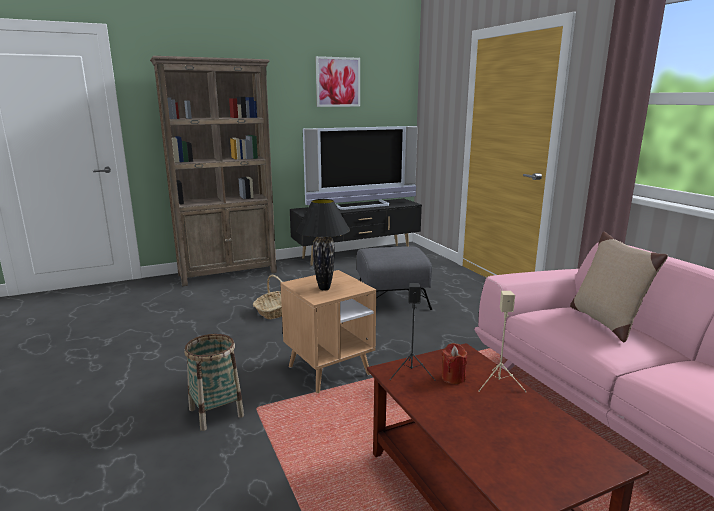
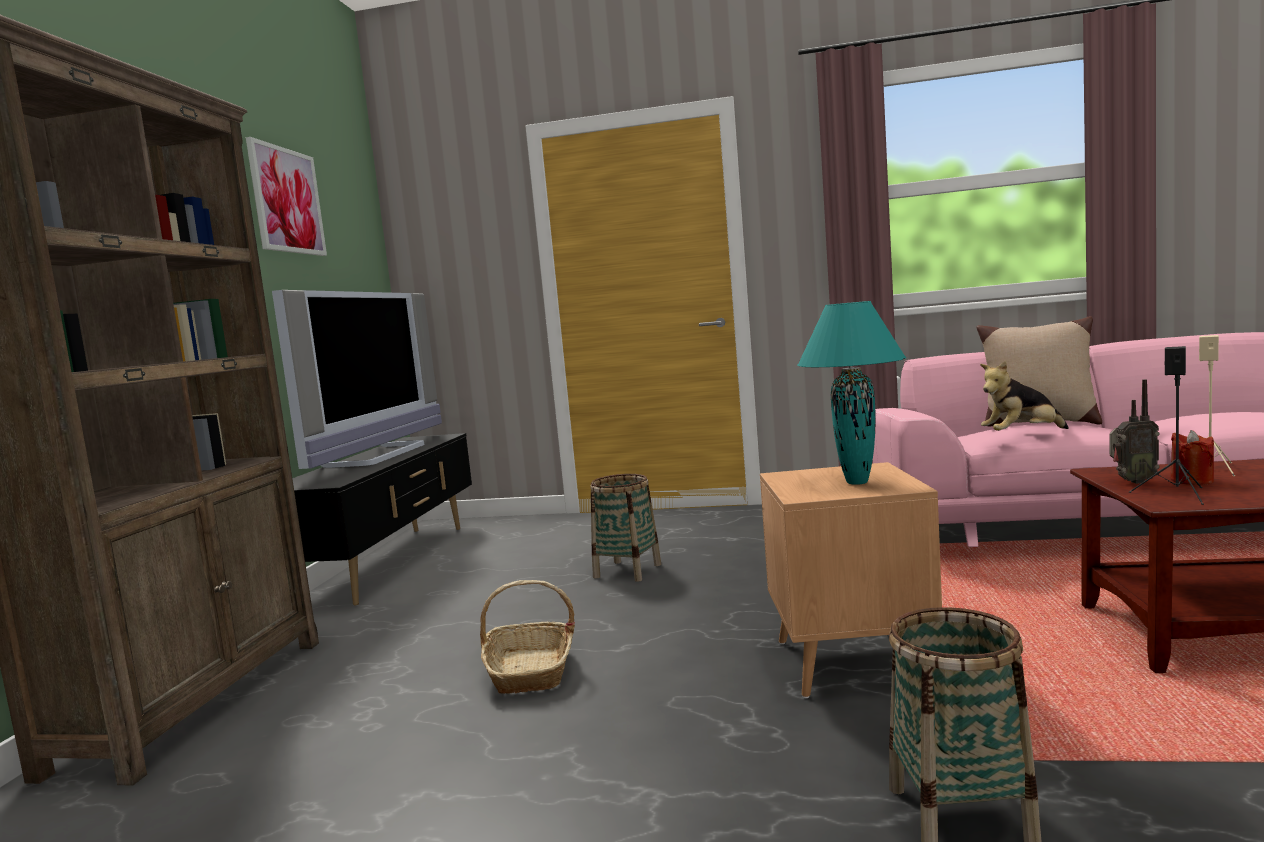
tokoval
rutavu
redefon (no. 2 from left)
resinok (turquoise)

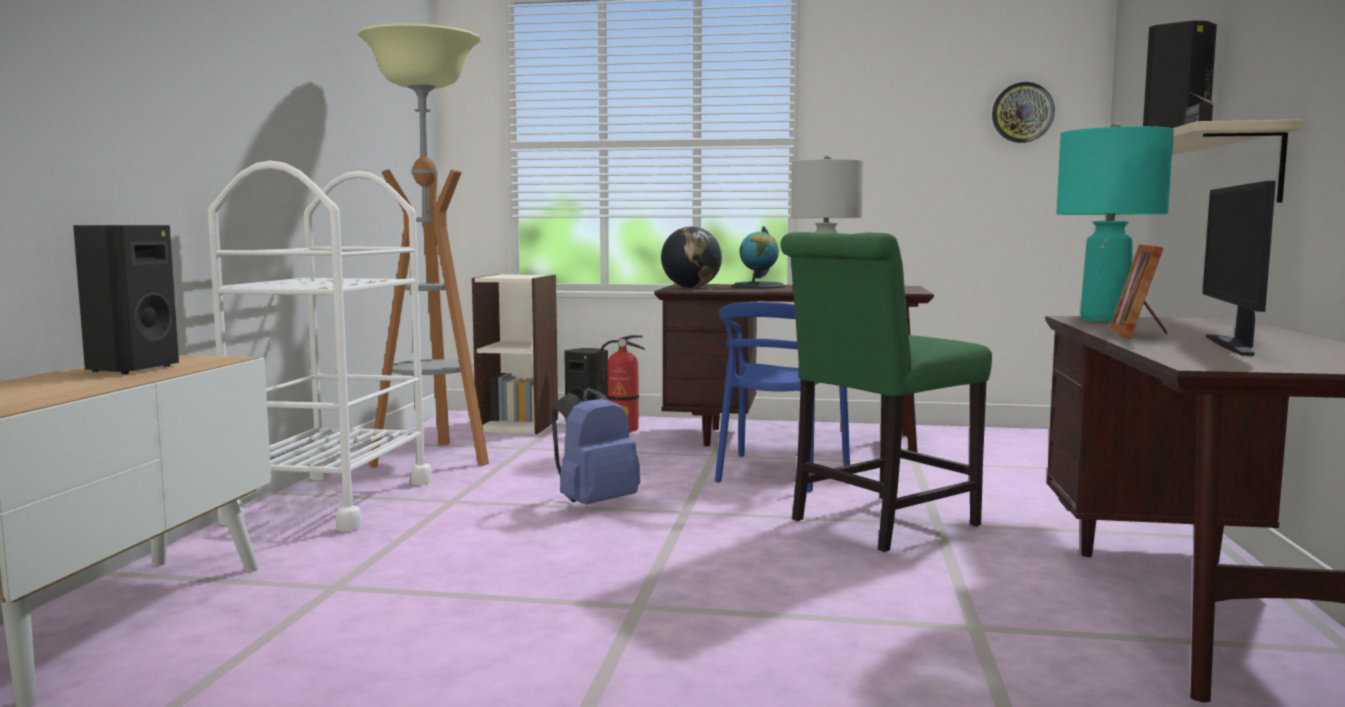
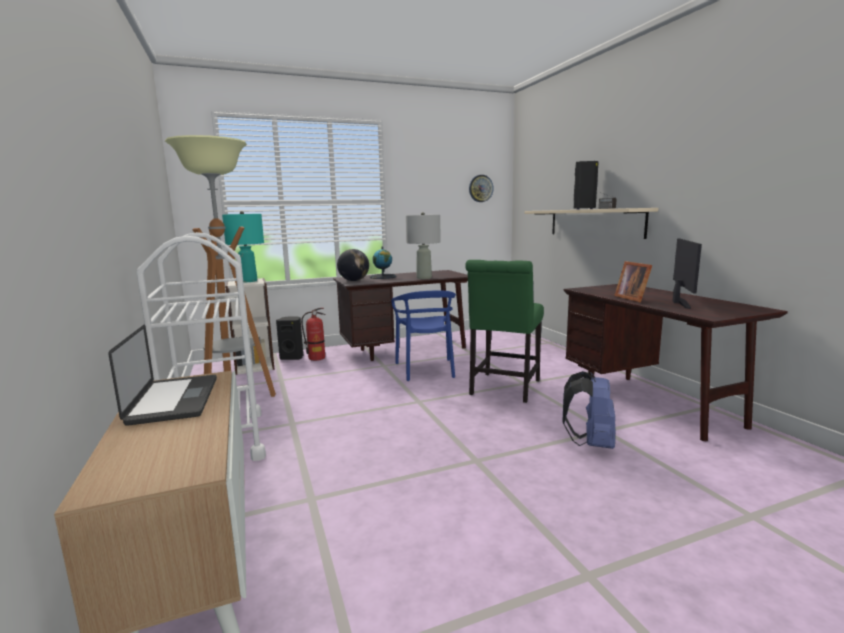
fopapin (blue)
resinok (turquoise)
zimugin
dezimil

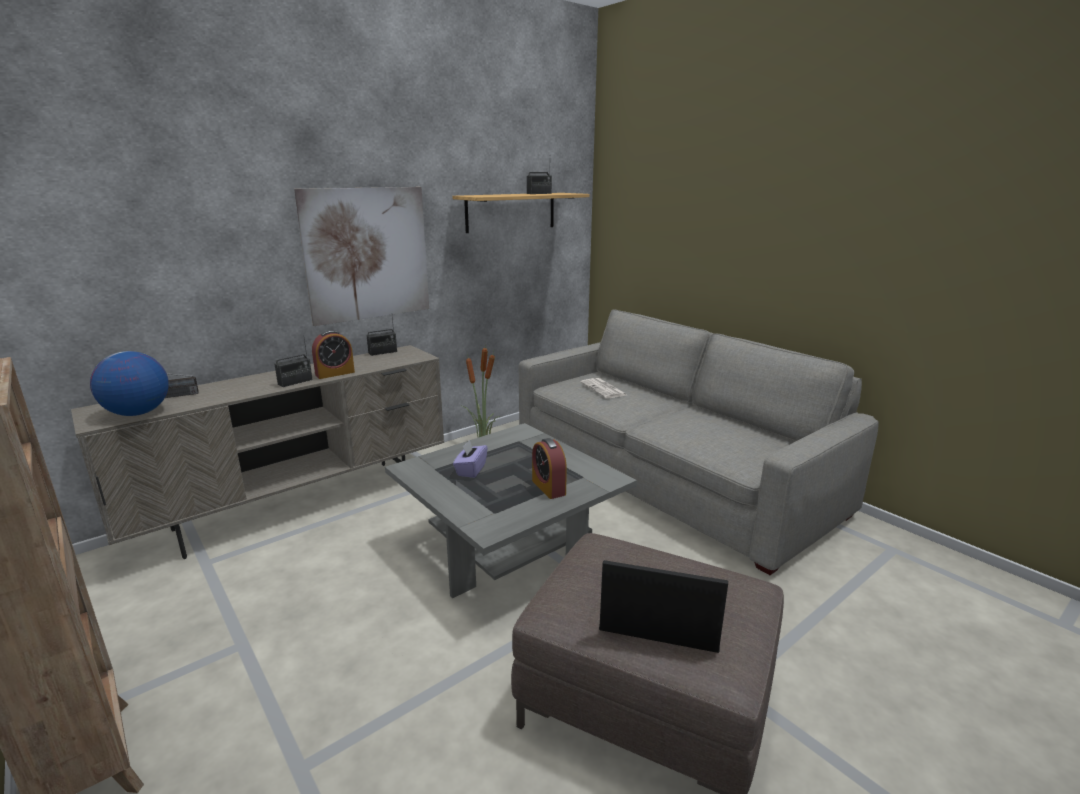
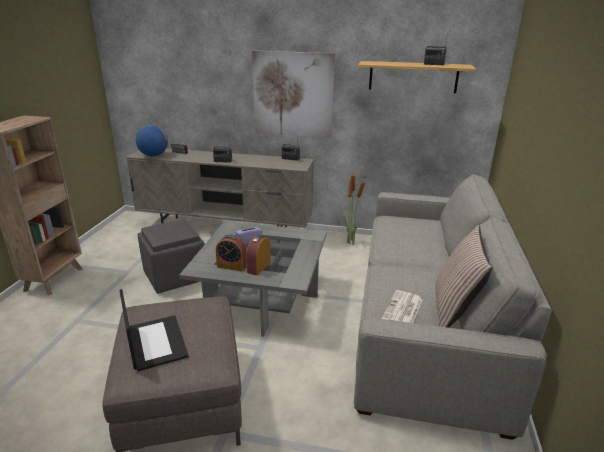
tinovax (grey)
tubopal
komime (no. 1 from left)
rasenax

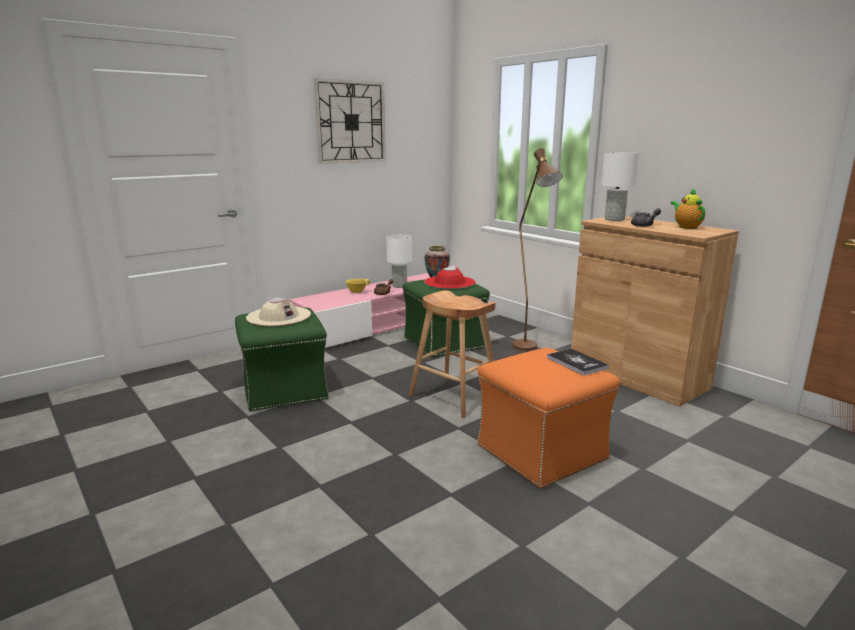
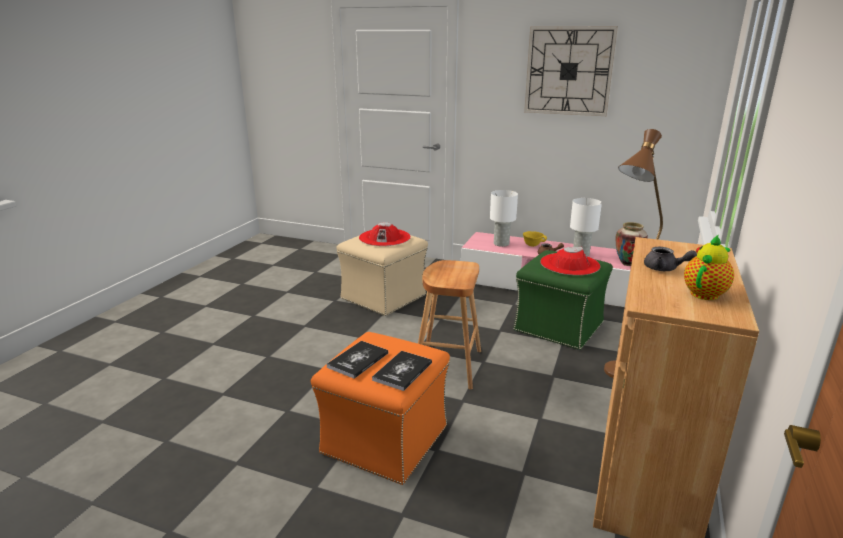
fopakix (no. 1 from left)
resinok (white) (no. 1 from left)
tinovax (beige)
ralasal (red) (no. 1 from left)

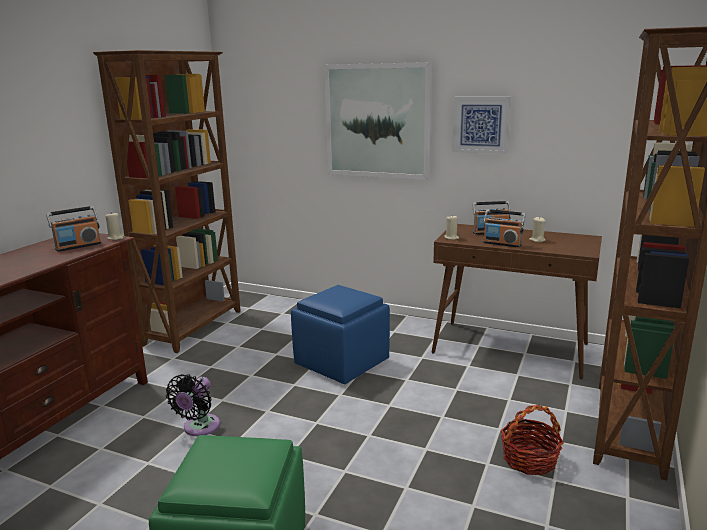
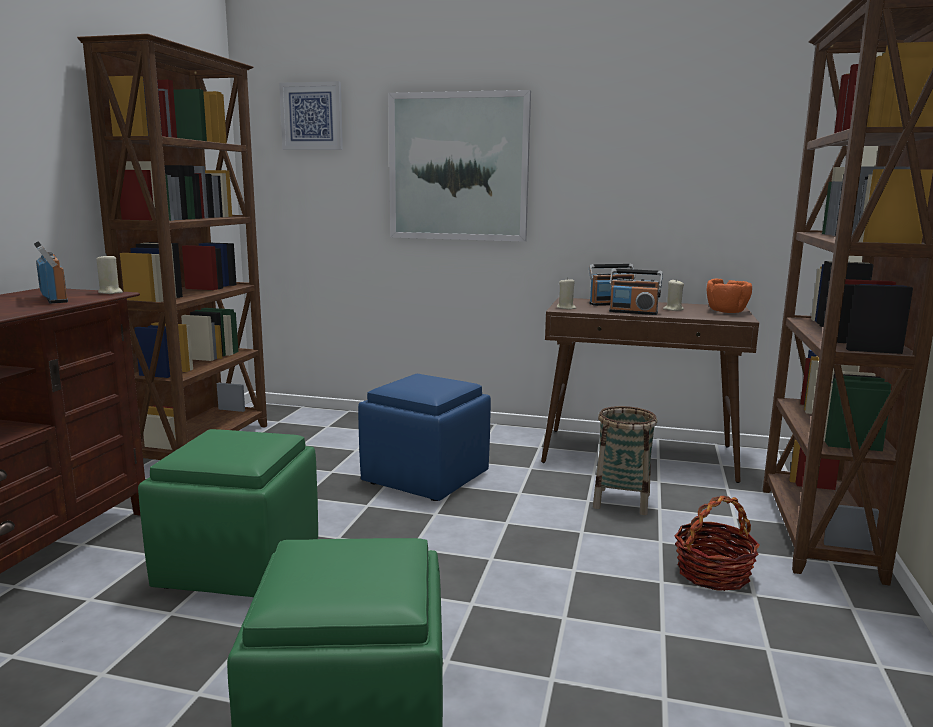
redefon (no. 1 from left)
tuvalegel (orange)
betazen (no. 1 from left)
tinovax (green) (no. 1 from left)
rutavu (no. 1 from left)

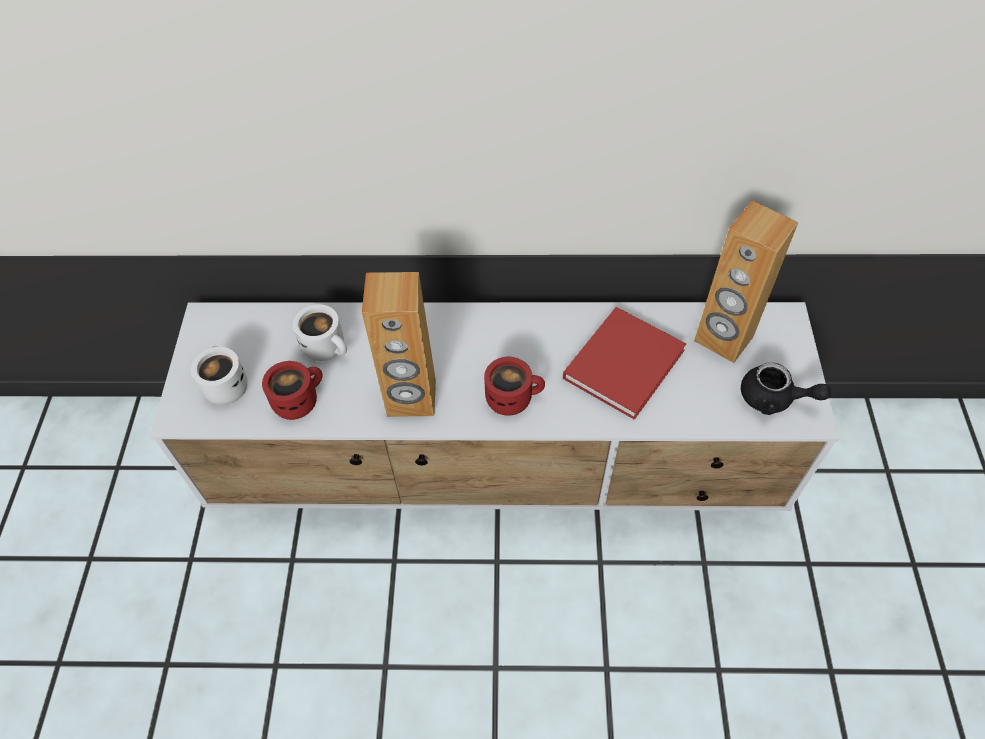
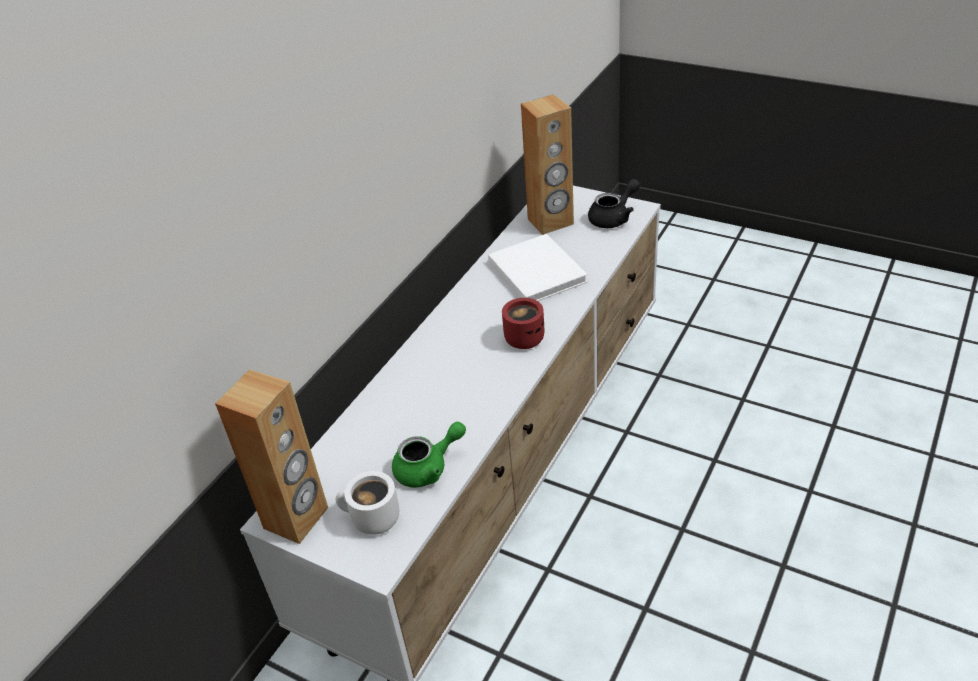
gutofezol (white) (no. 2 from left in the first image)
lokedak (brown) (no. 1 from left)
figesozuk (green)
fopakix (white)

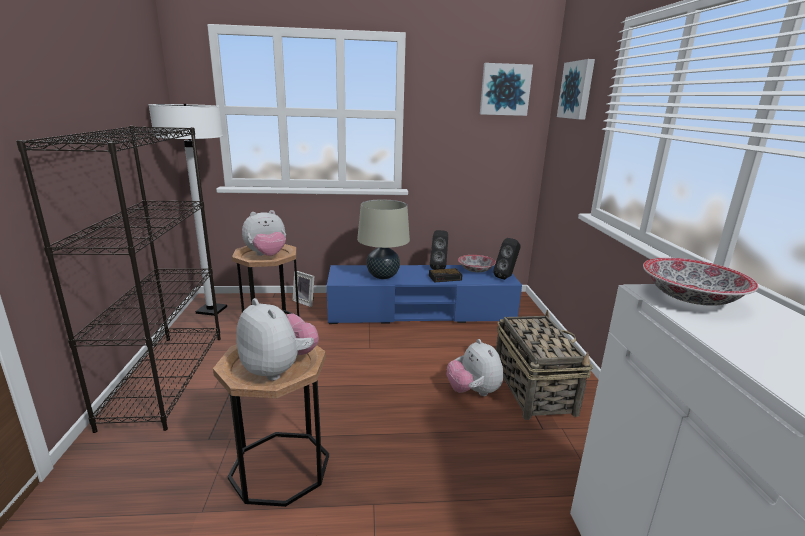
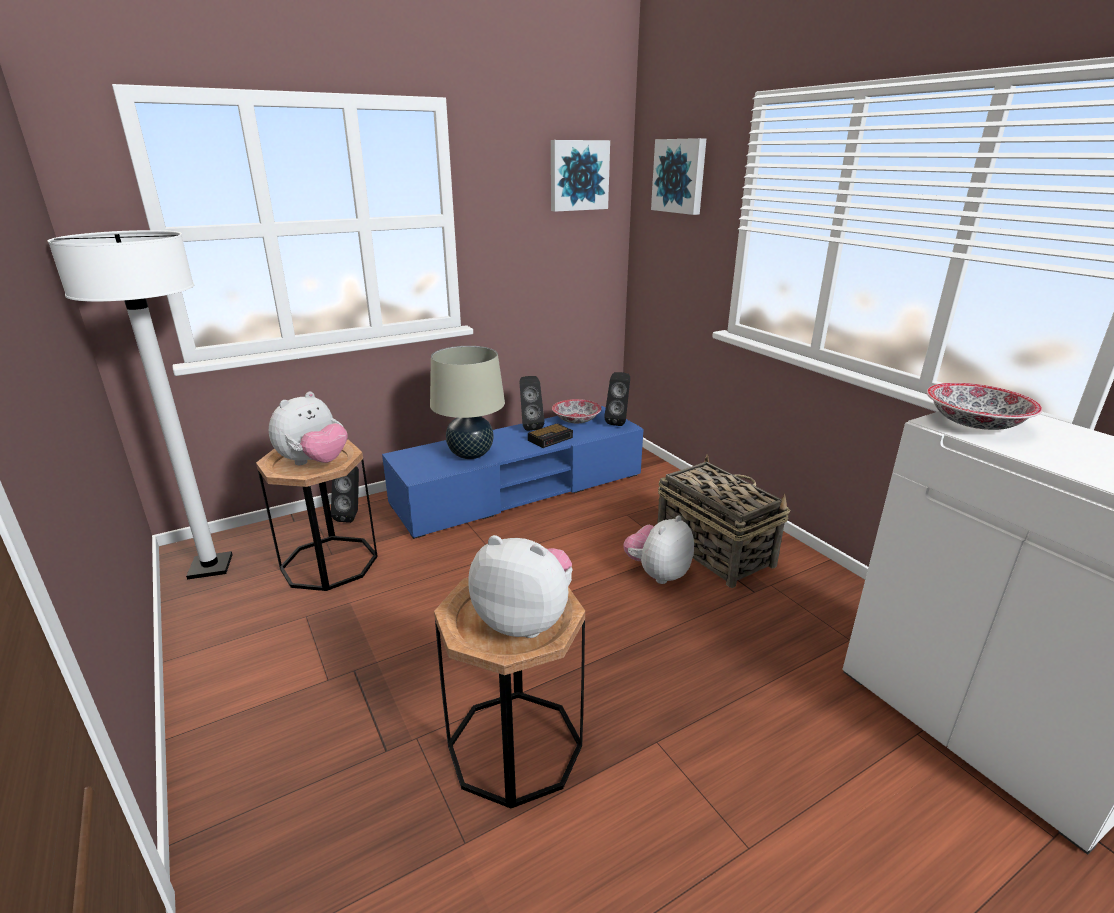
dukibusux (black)
lokedak (black) (no. 1 from left)
tokoval (no. 3 from left)

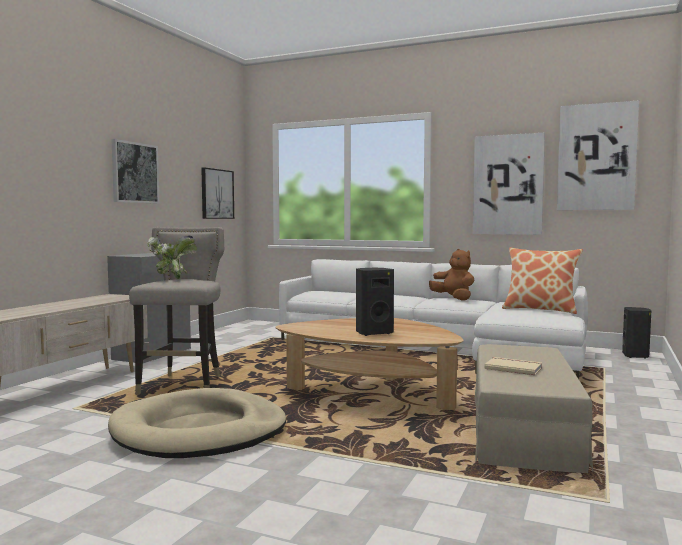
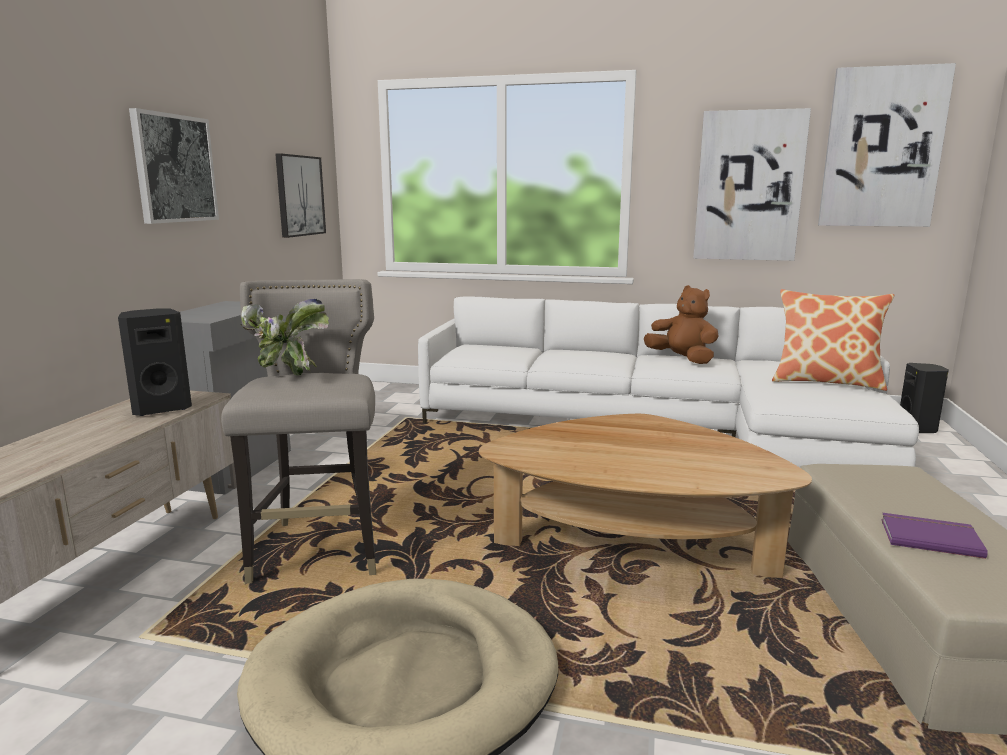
lokedak (black) (no. 1 from left)
fopakix (purple)

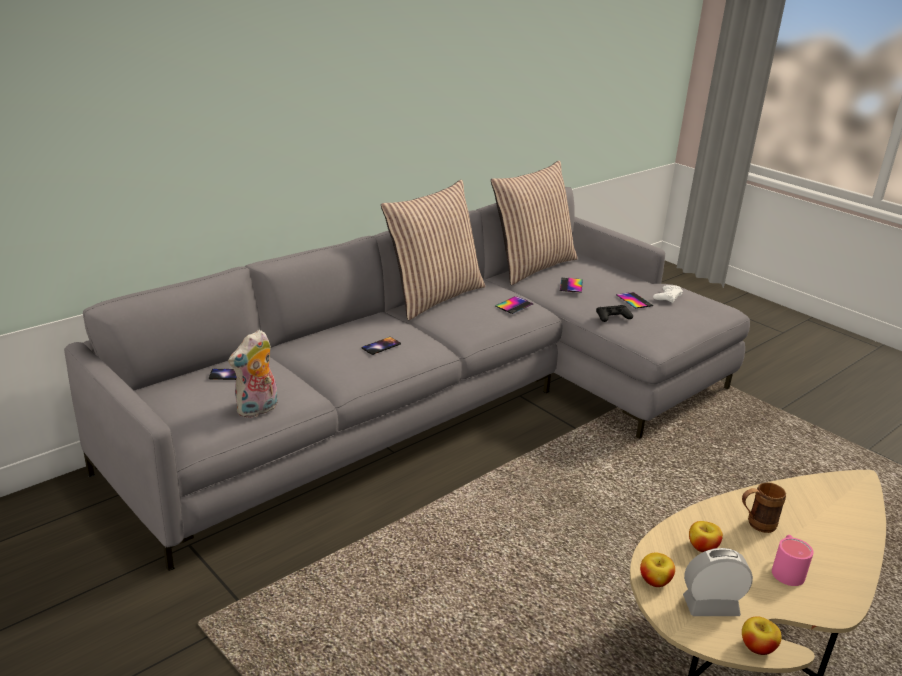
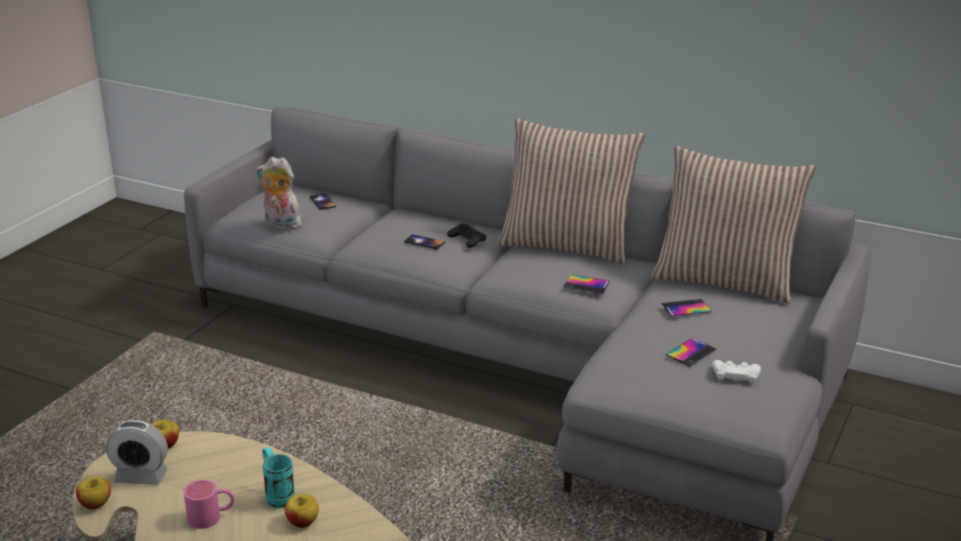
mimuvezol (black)
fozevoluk (no. 3 from left)
gutofezol (turquoise)
komime

